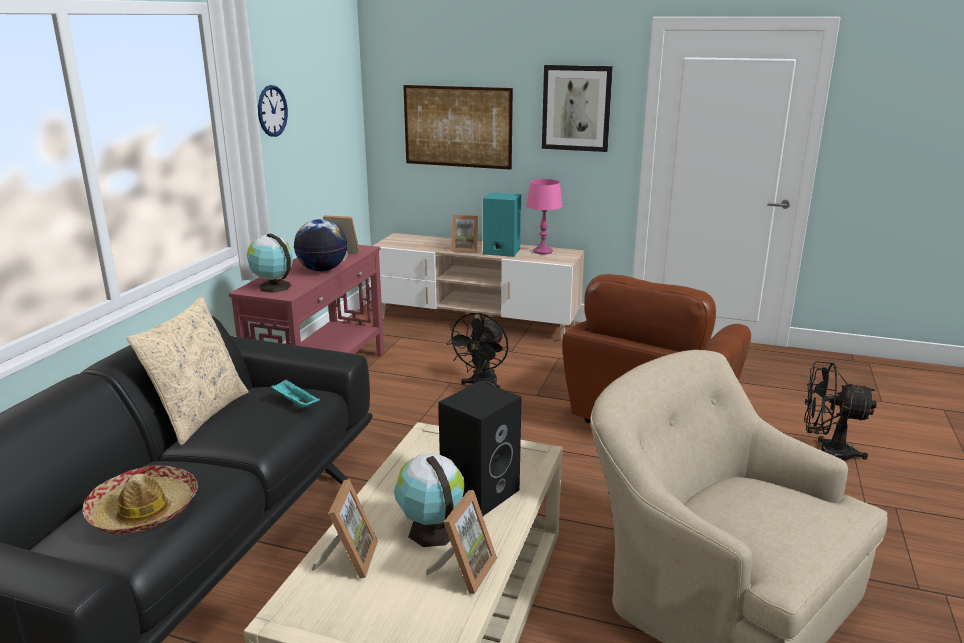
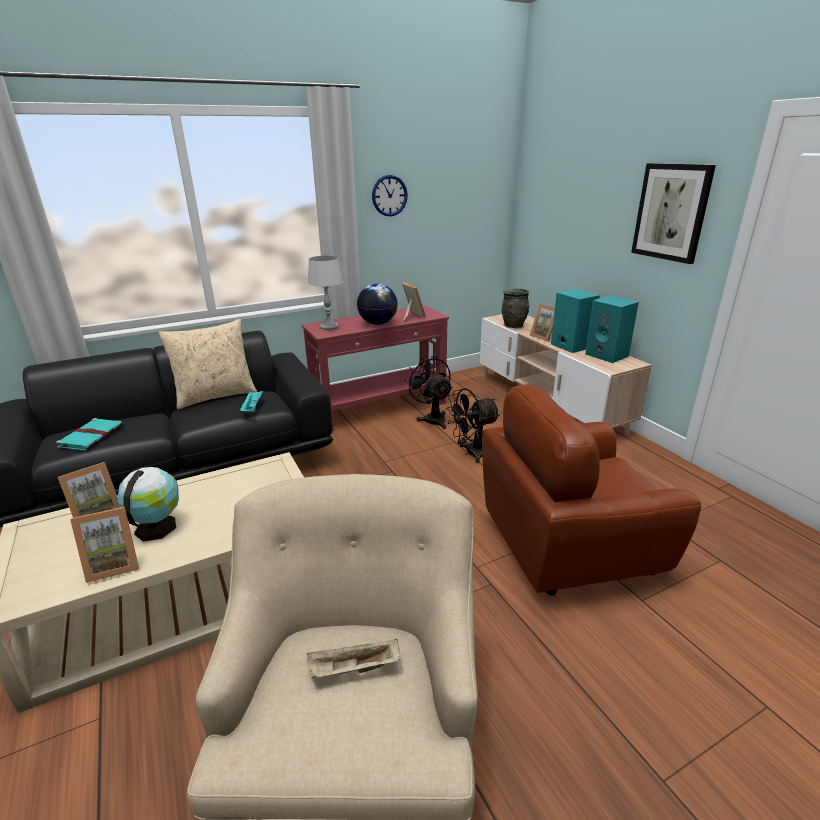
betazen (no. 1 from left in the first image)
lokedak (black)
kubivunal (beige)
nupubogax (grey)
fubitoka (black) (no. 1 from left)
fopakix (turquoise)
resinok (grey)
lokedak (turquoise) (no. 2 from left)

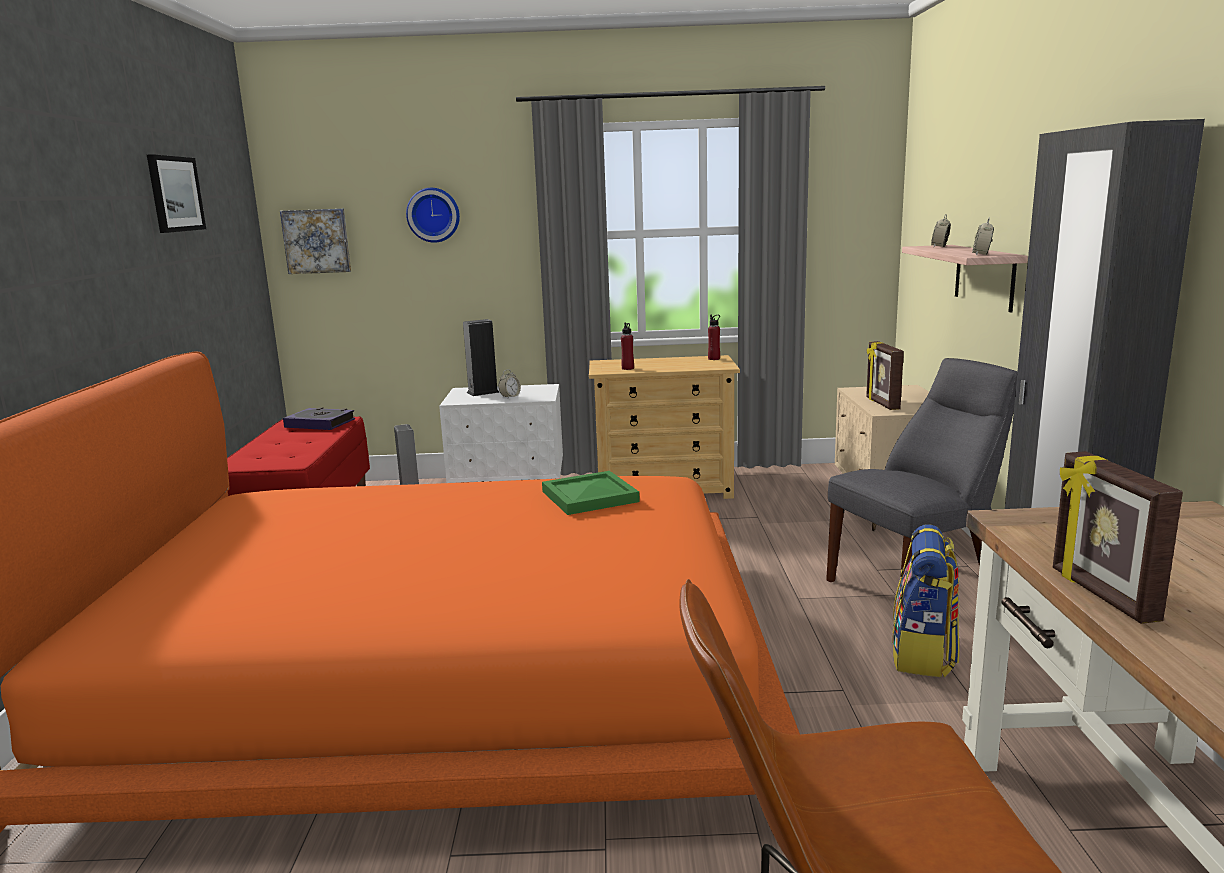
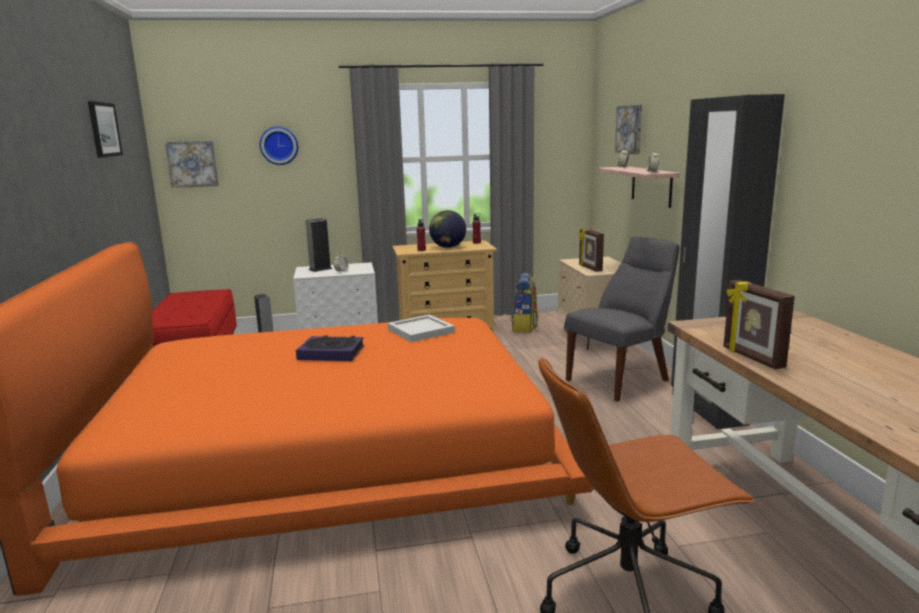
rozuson
betazen (no. 3 from left)
fopakix
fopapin
kubivunal (white)

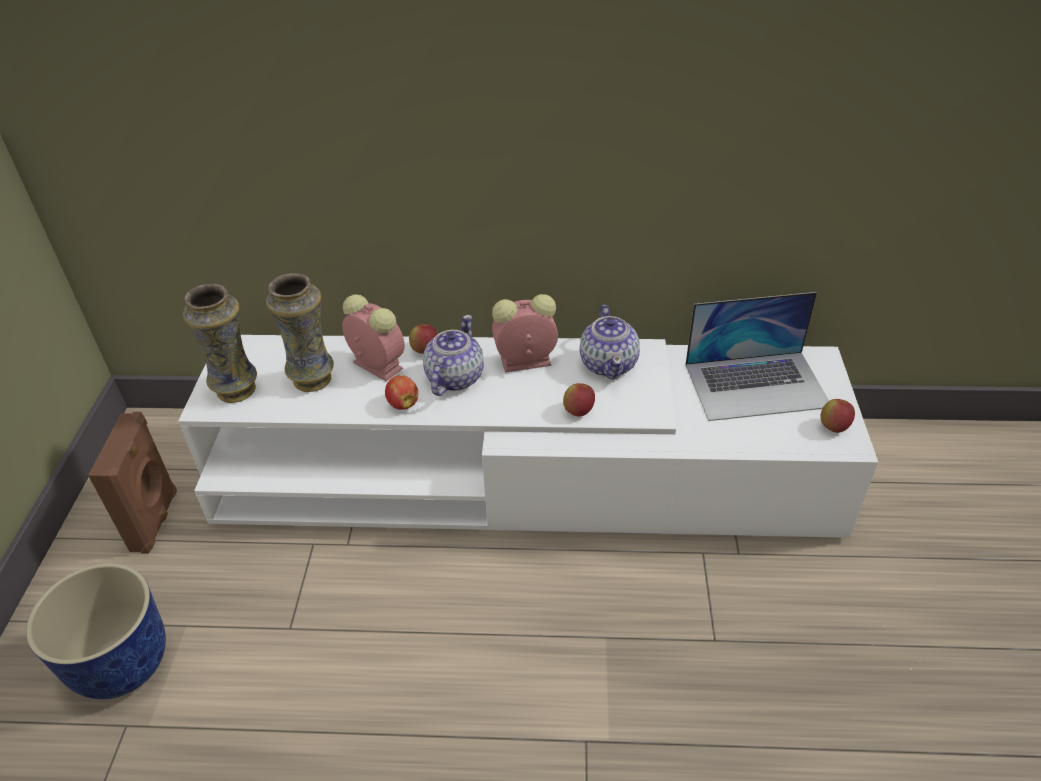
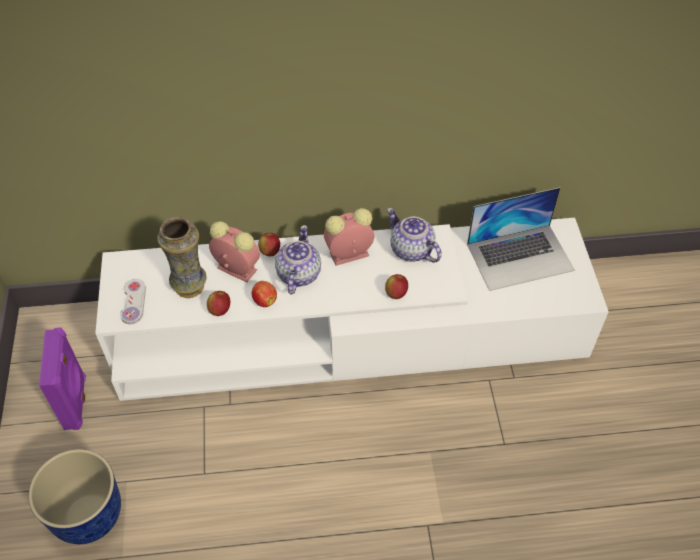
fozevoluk (no. 1 from left)
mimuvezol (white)
lokedak (purple)
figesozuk (no. 2 from left)

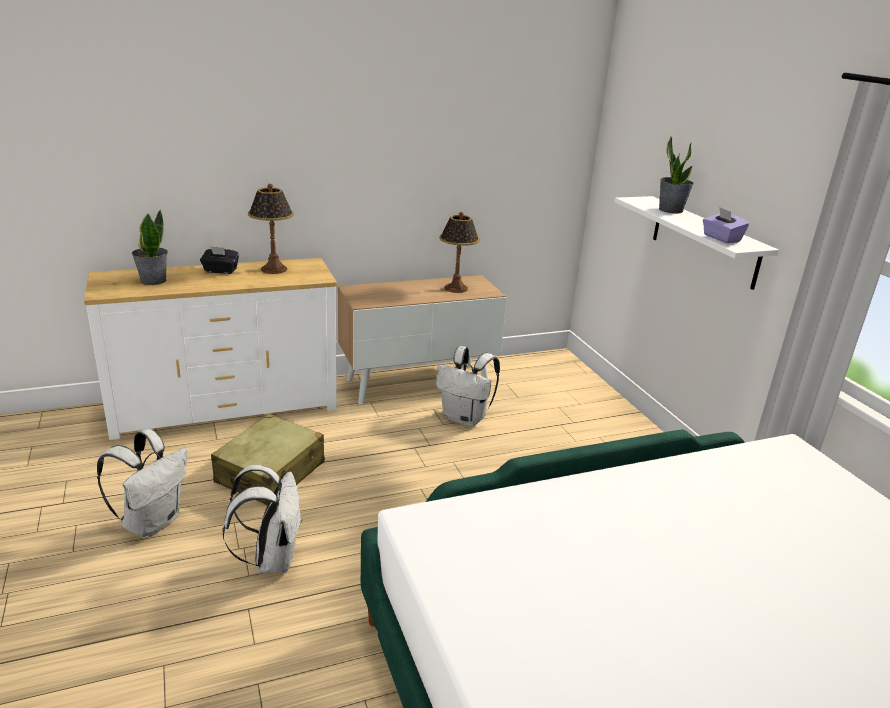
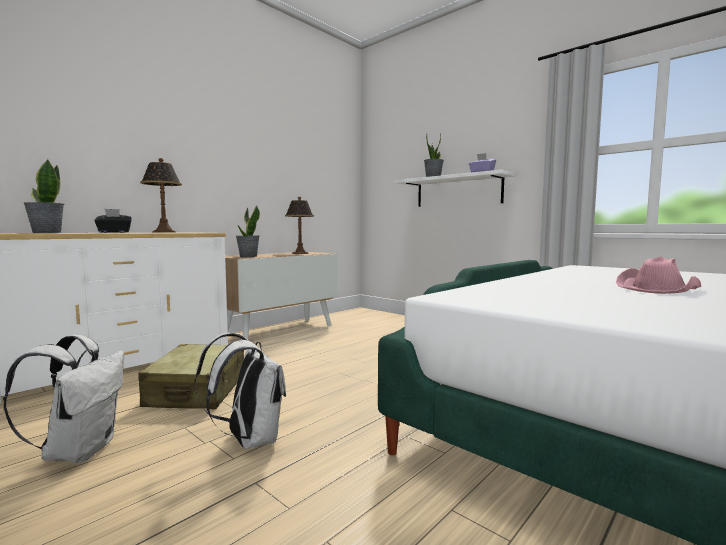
fopapin (white) (no. 3 from left in the first image)
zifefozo (no. 2 from left)
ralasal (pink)

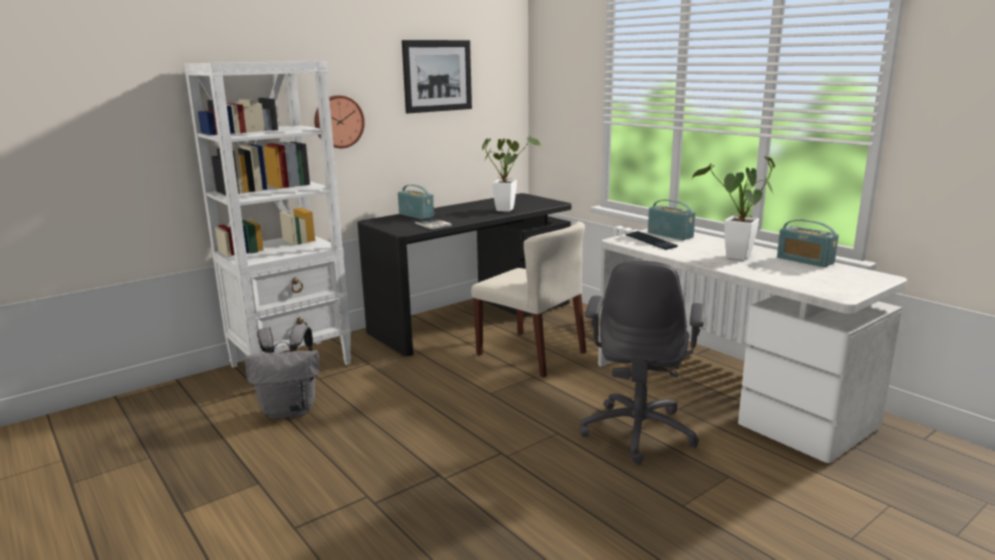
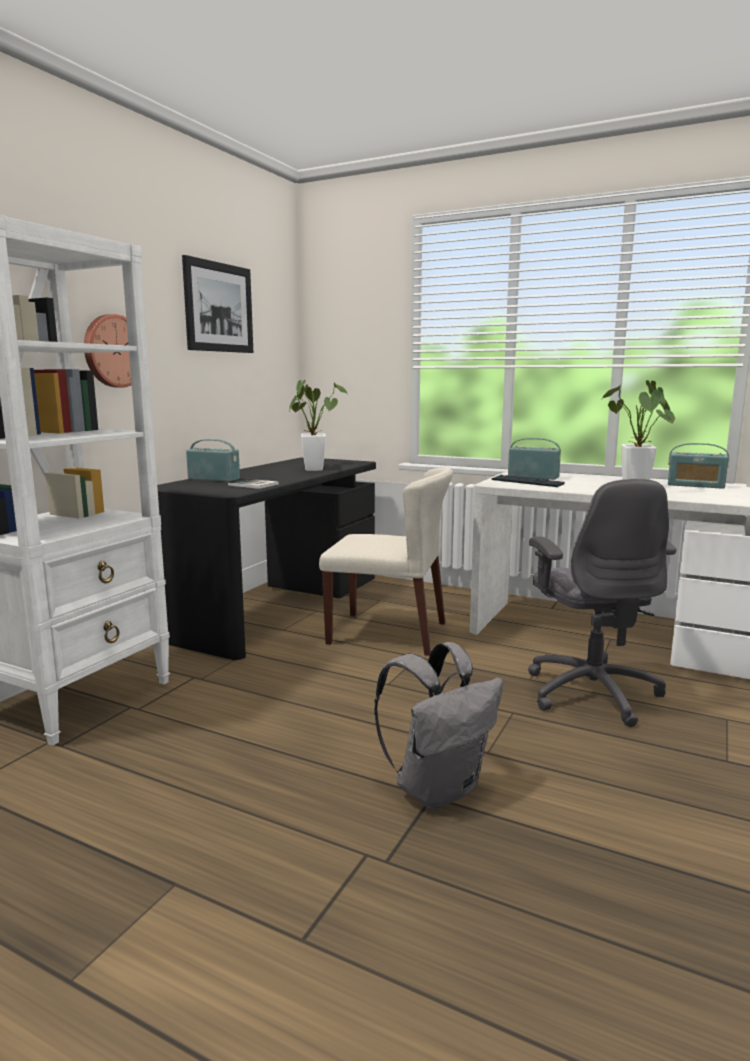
fopapin (grey)

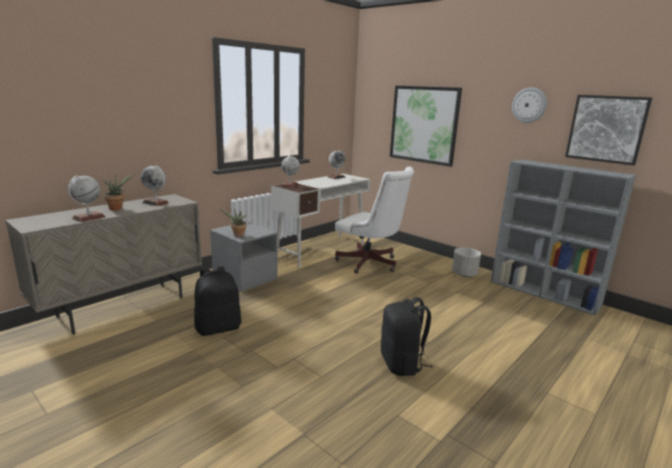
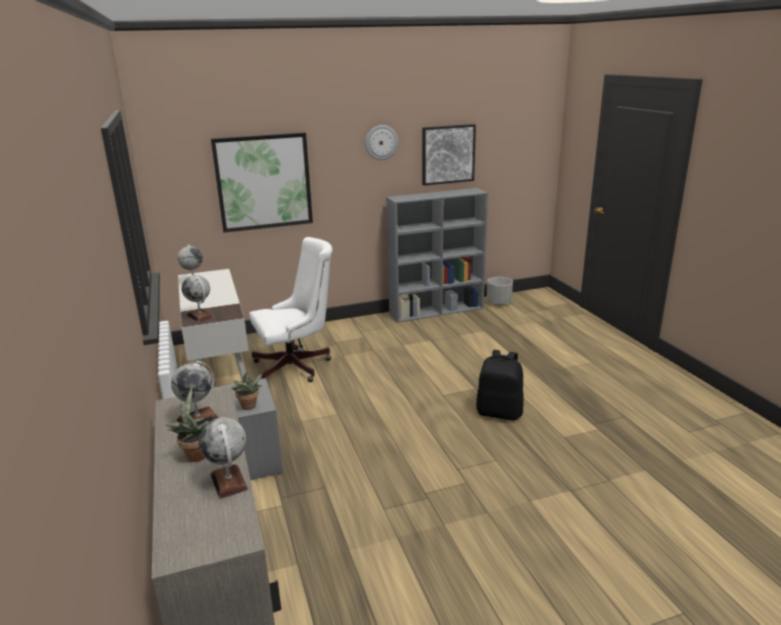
fopapin (black) (no. 1 from left in the first image)
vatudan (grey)

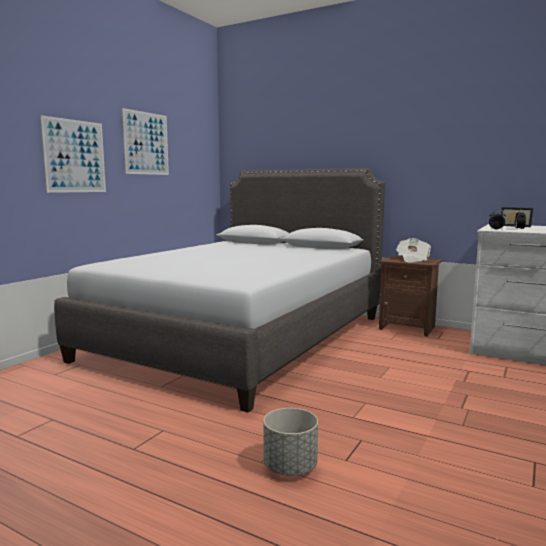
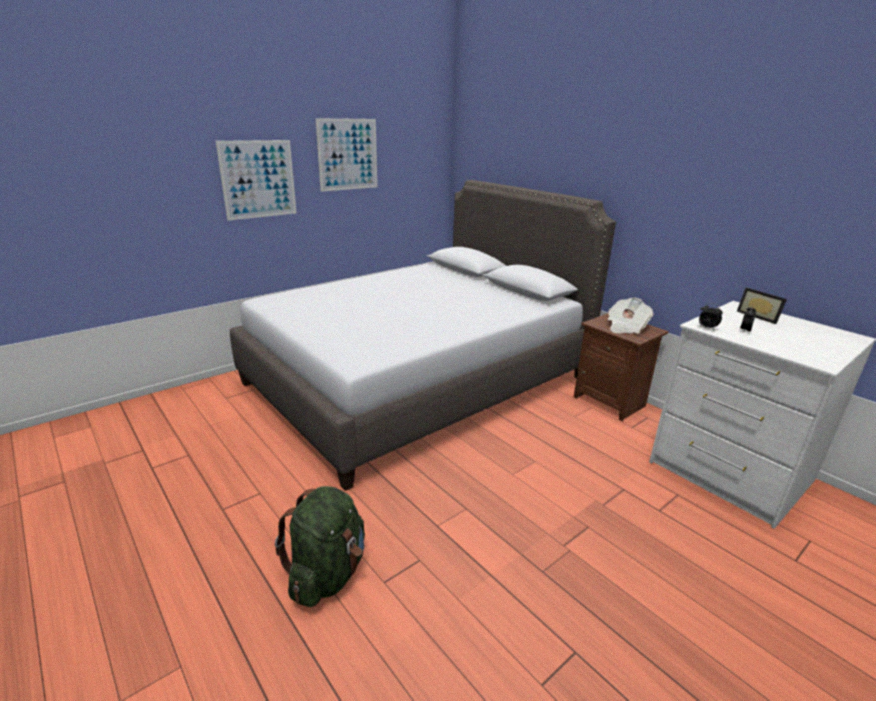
fopapin (green)

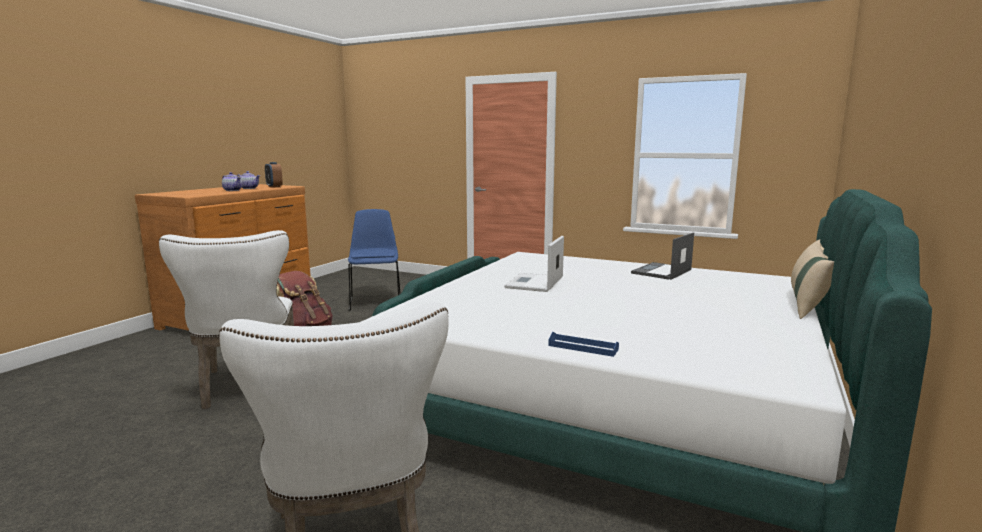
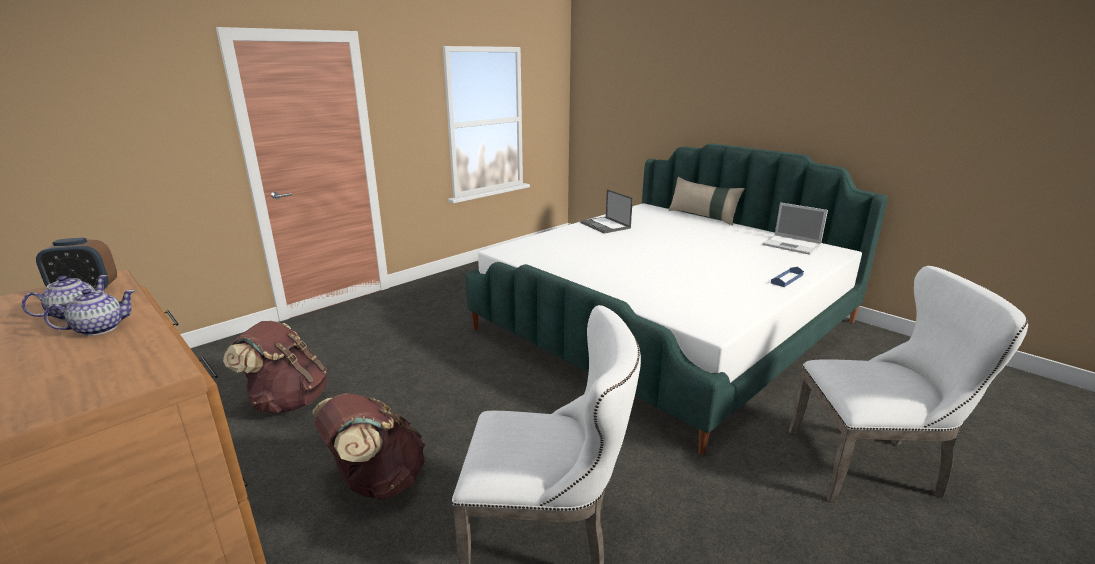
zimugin (no. 2 from left)
fopapin (brown) (no. 1 from left)

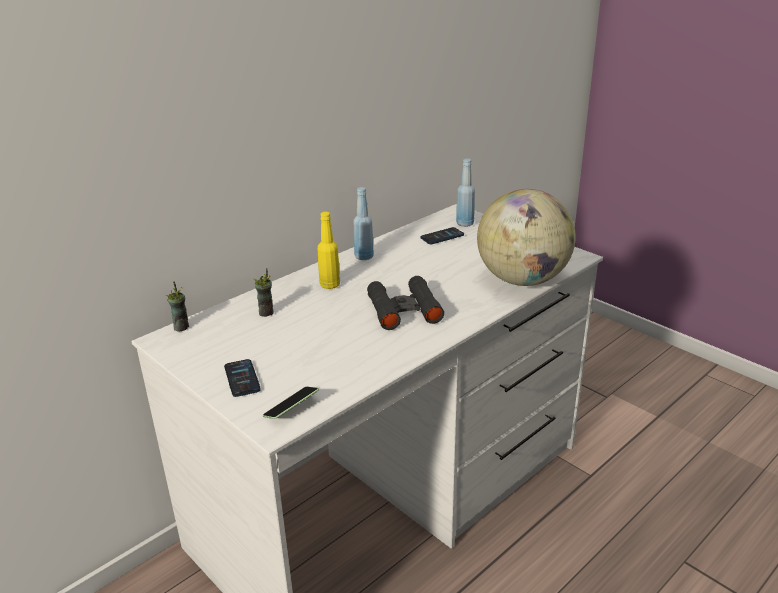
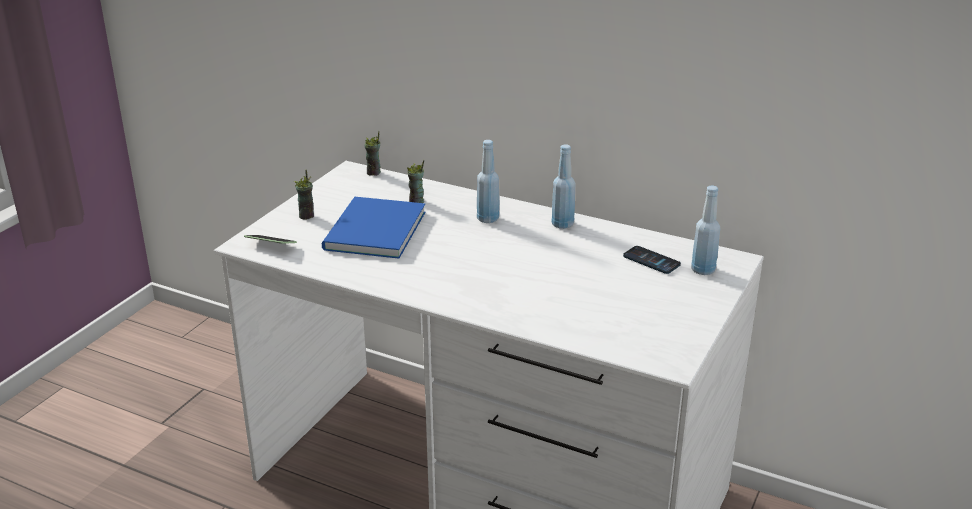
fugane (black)
rozuson
fopakix (blue)
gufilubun (no. 1 from left)
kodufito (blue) (no. 1 from left)

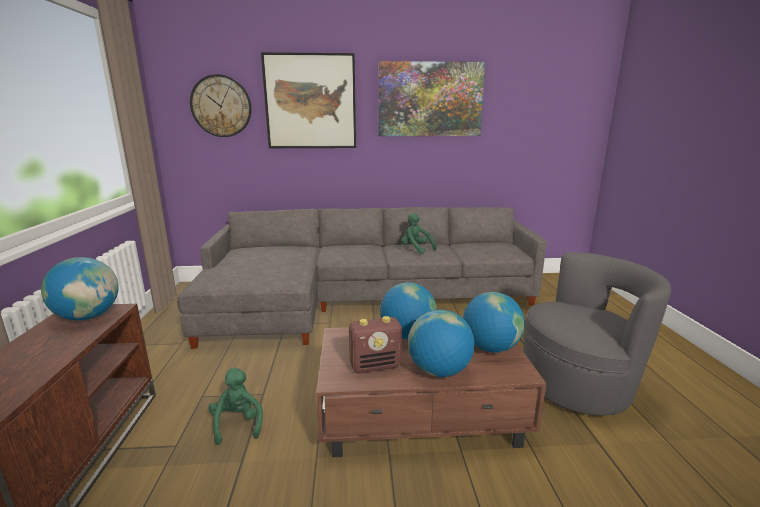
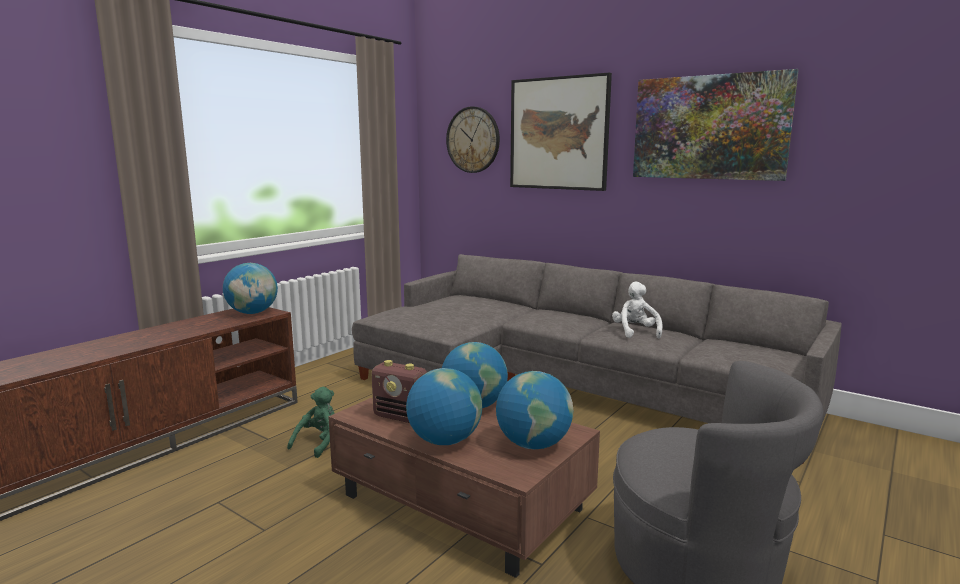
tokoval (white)

